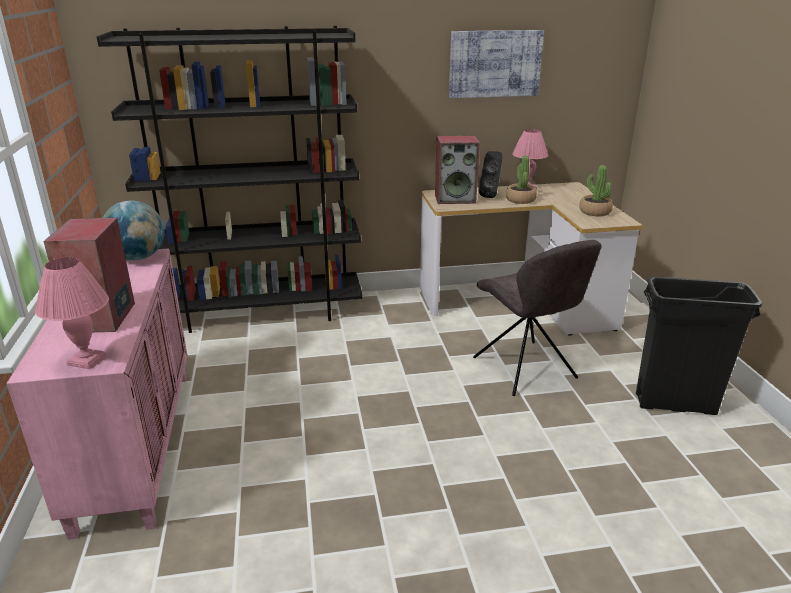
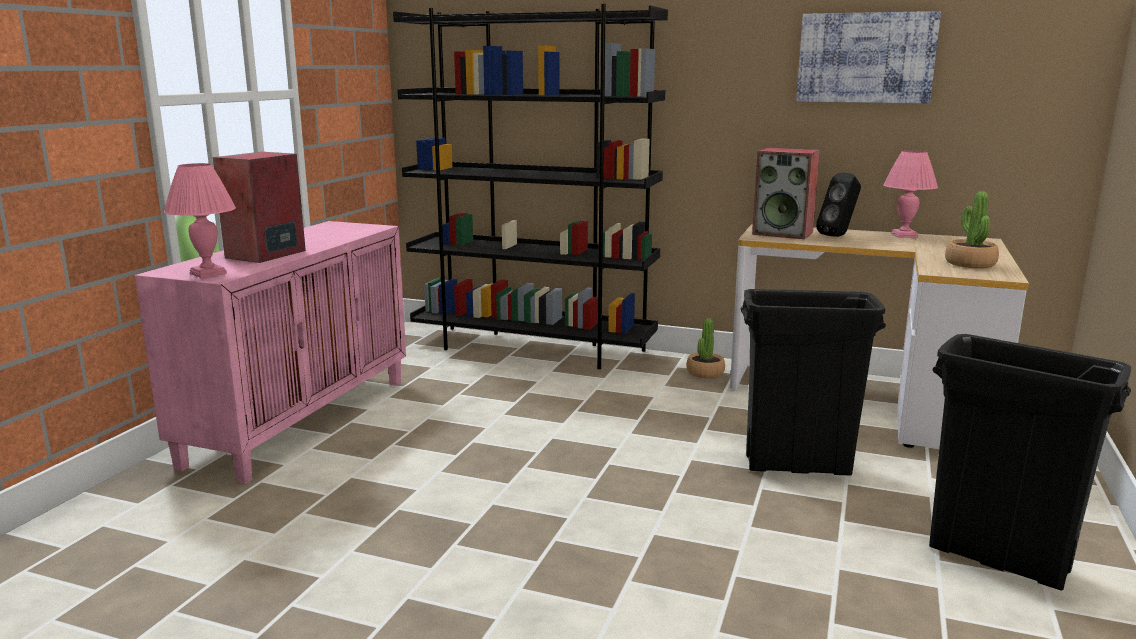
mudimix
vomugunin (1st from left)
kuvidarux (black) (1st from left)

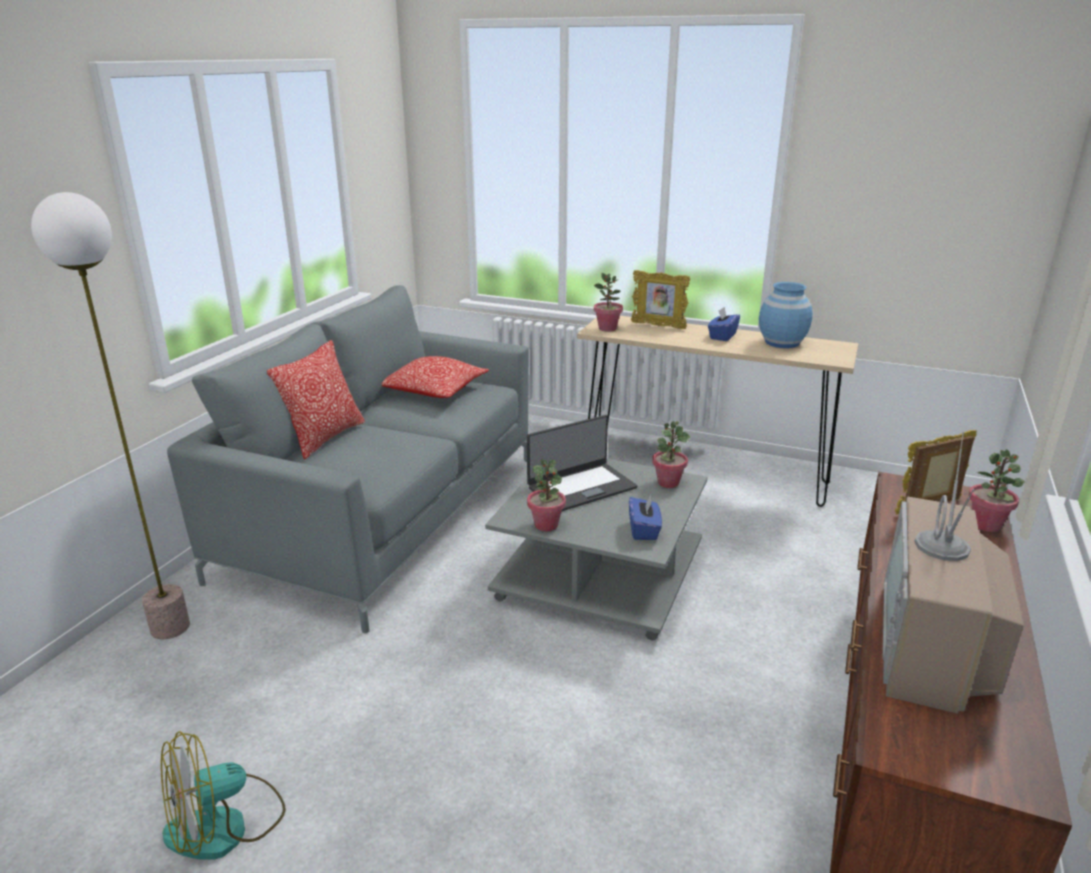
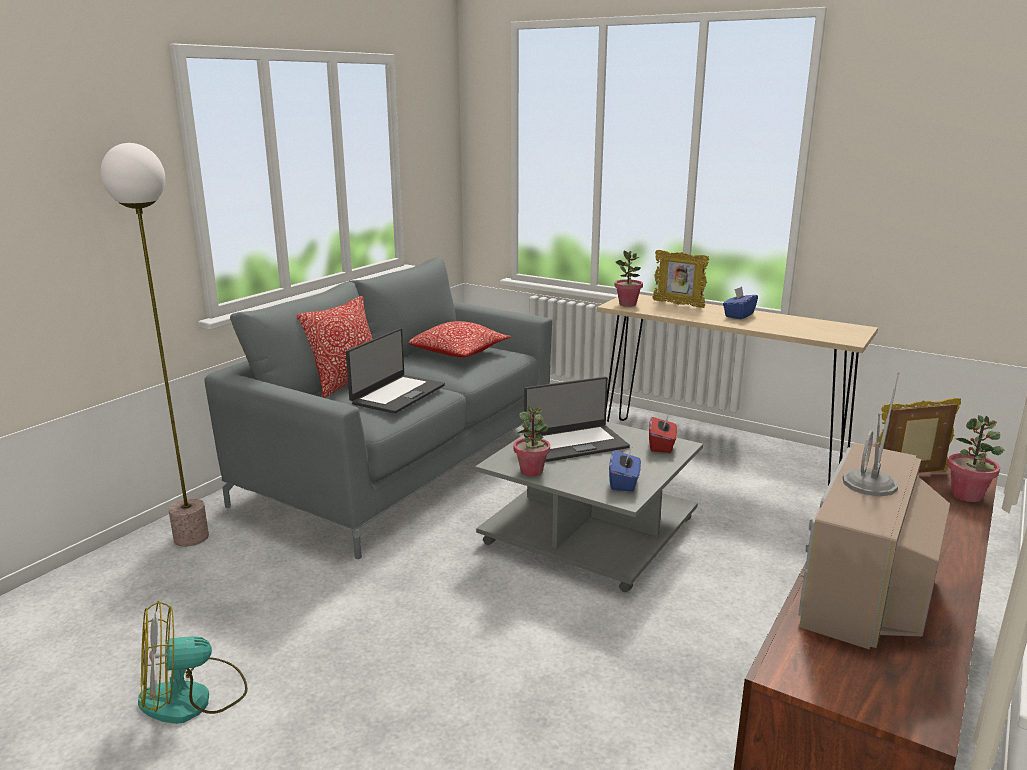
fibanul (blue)
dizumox (1st from left)
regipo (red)

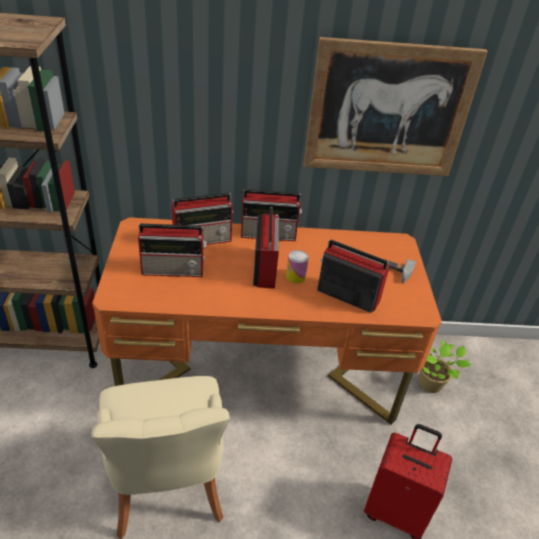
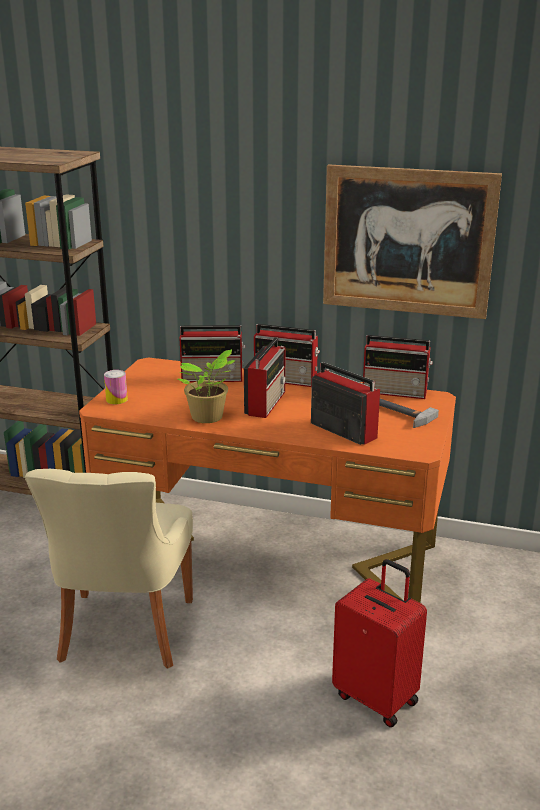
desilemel (5th from left)
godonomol
vomugunin

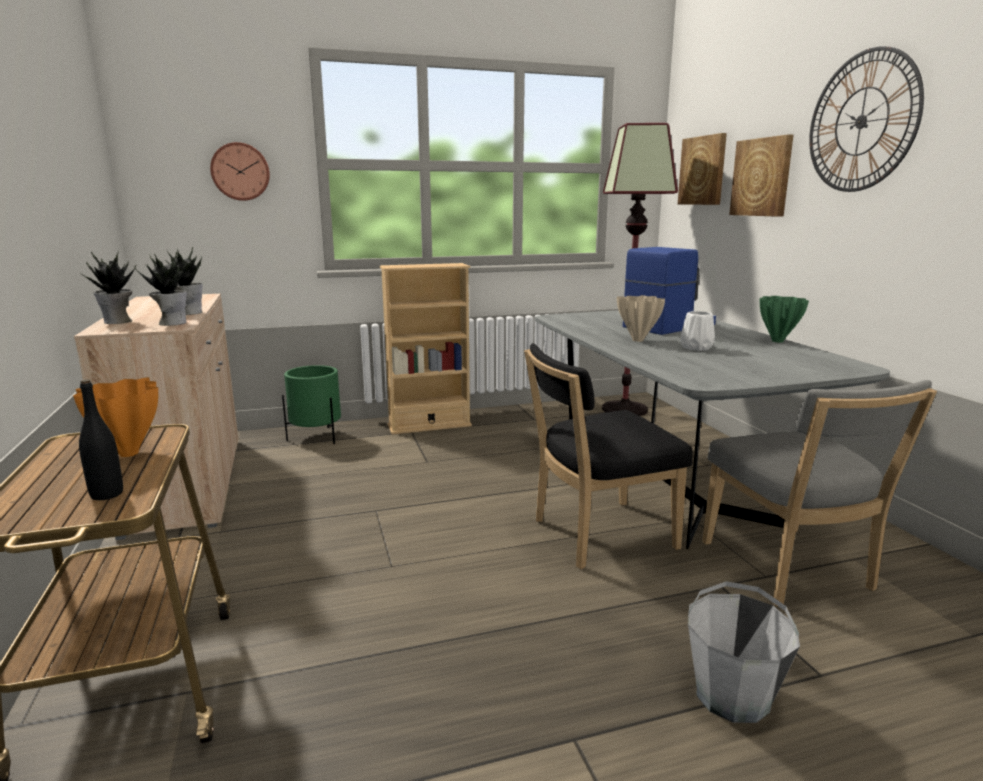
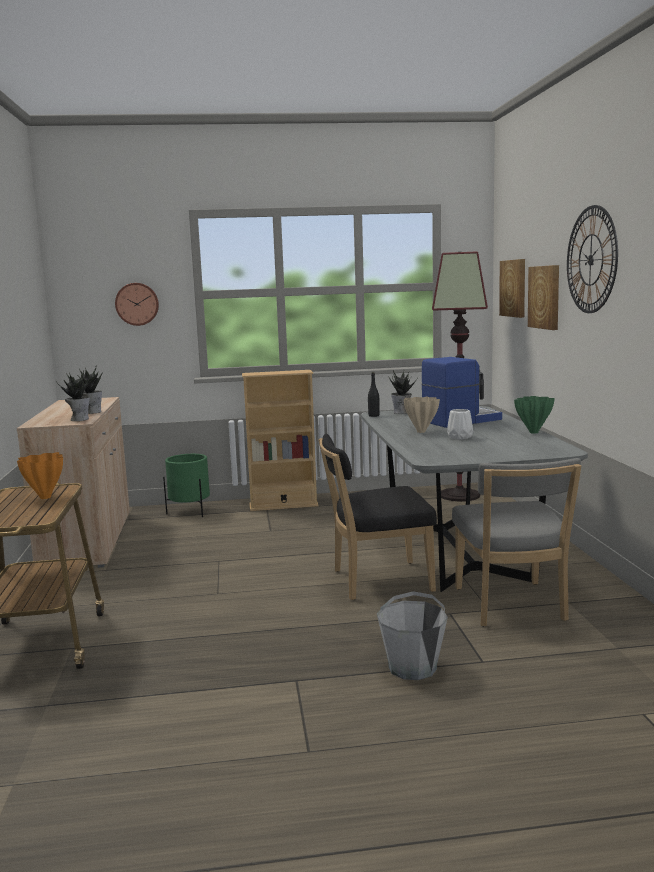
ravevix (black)
vomugunin (3rd from left)

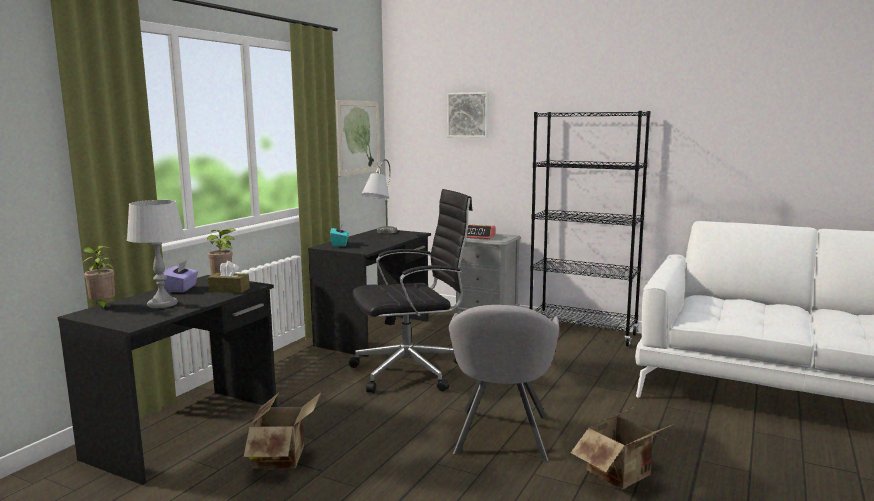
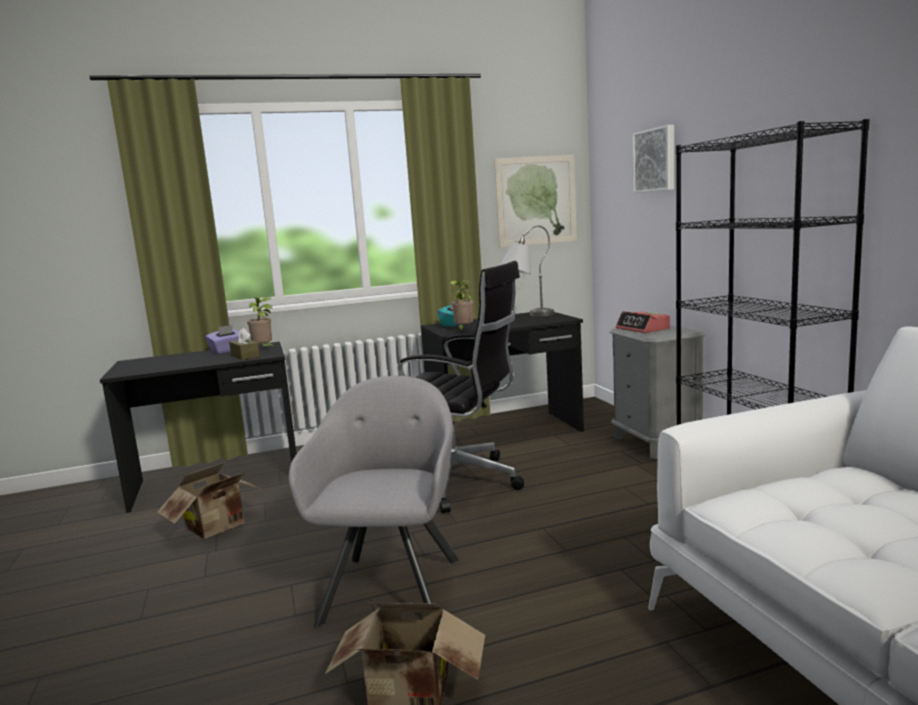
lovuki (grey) (1st from left in the first image)
vomugunin (2nd from left)
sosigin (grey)

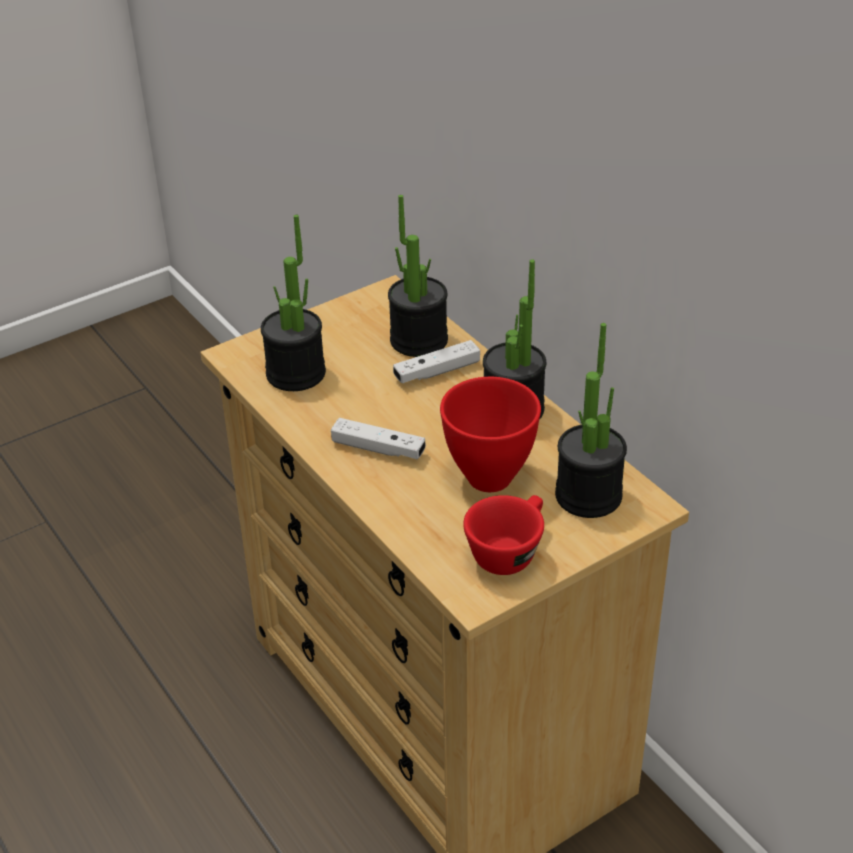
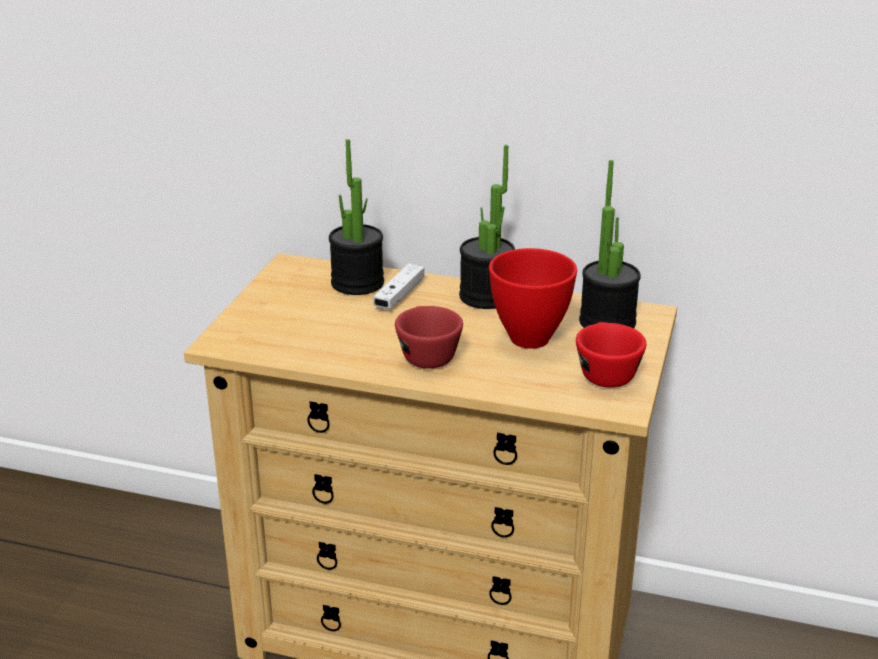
vomugunin (1st from left in the first image)
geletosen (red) (1st from left)

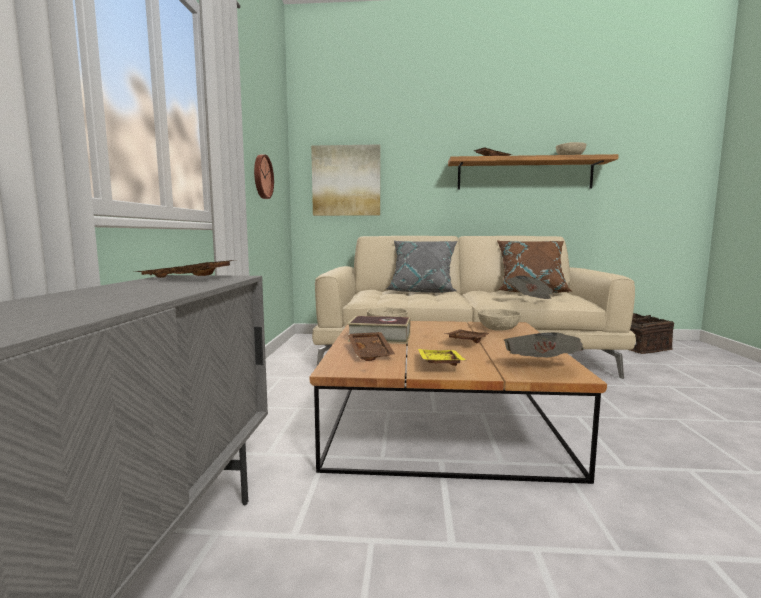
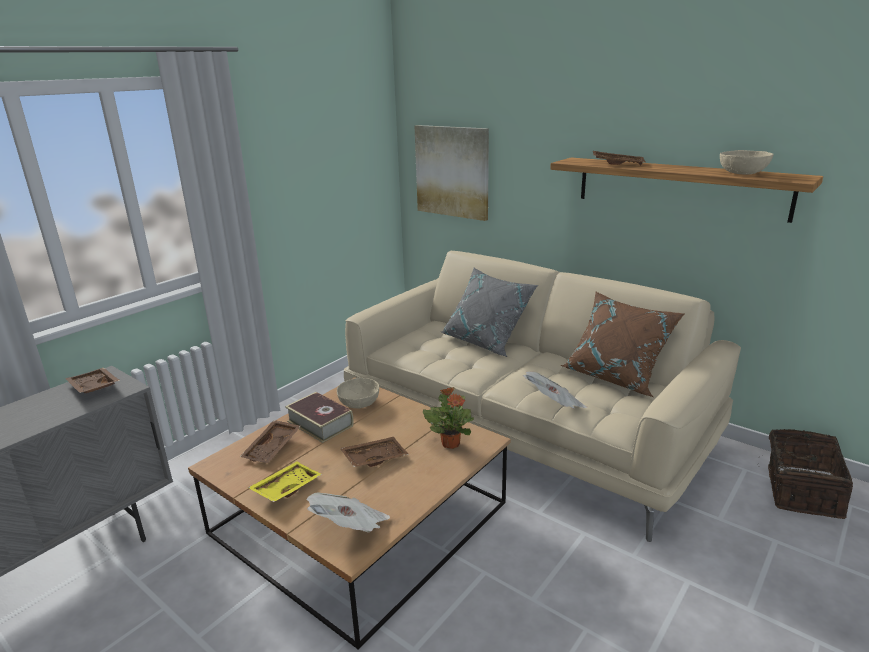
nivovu
vomugunin

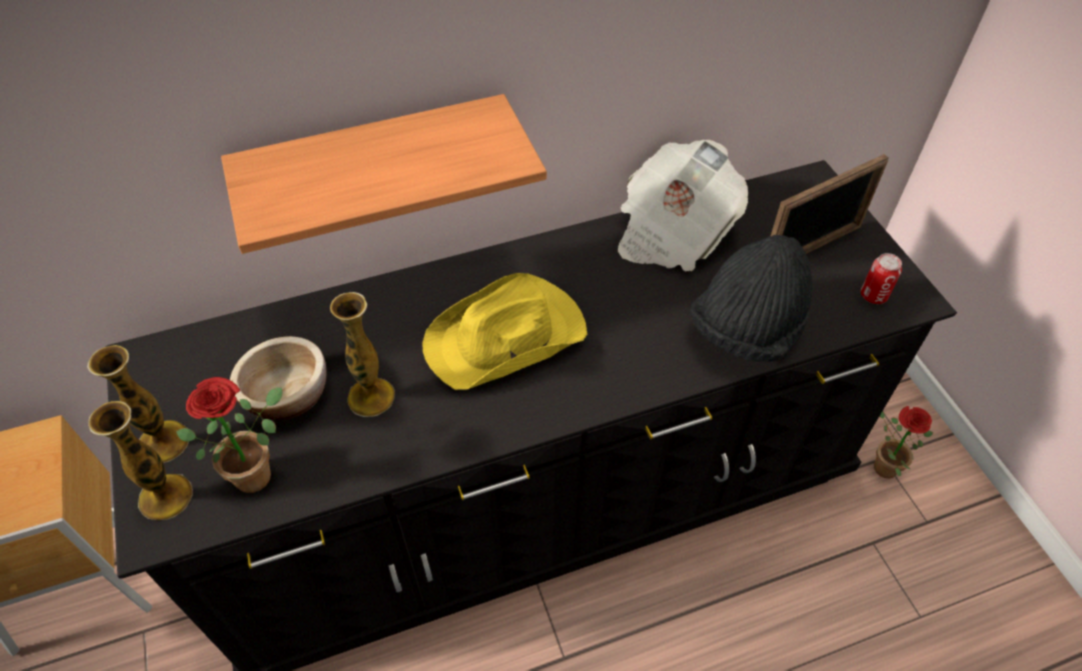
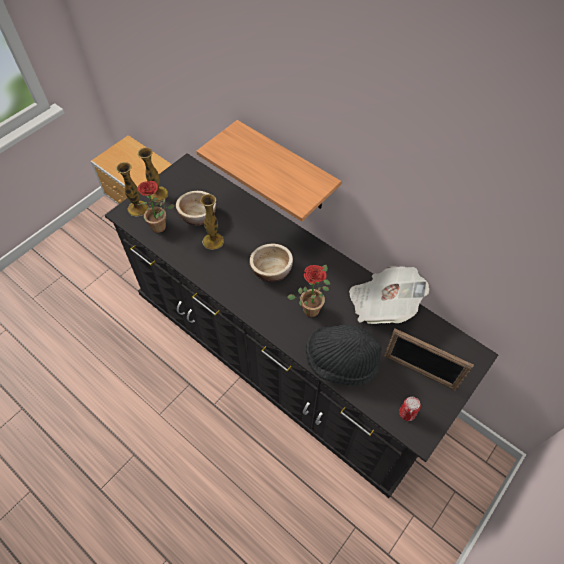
vomugunin (2nd from left)
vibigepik (2nd from left)

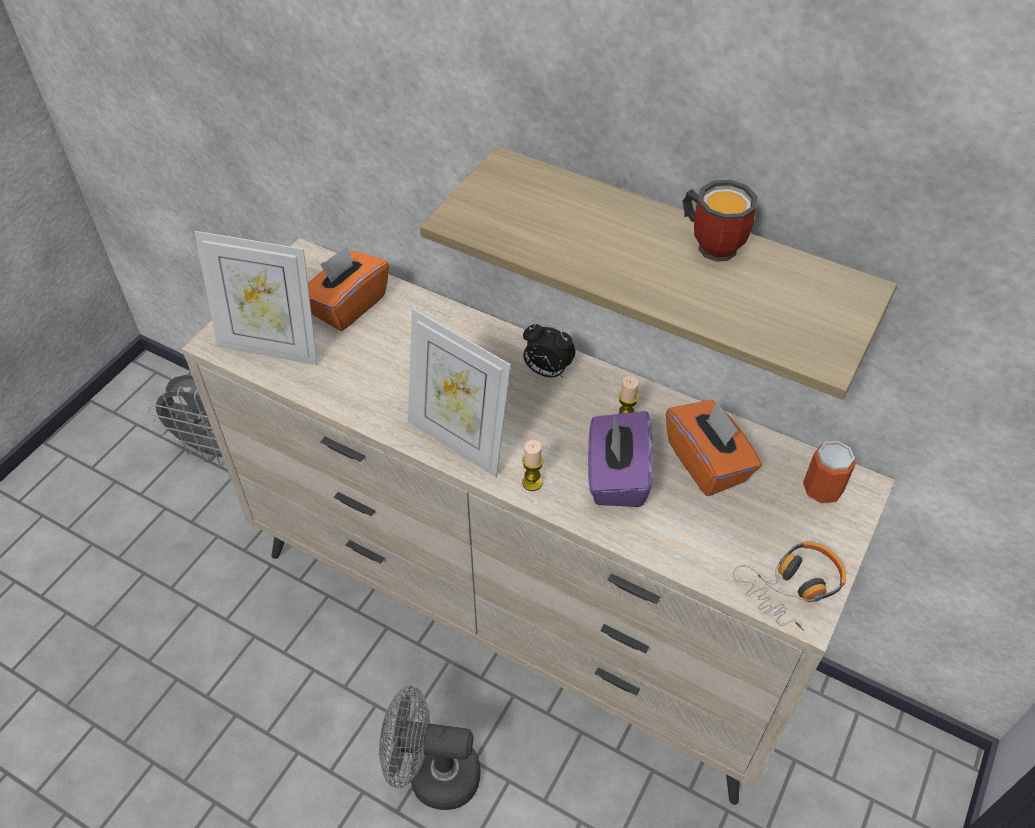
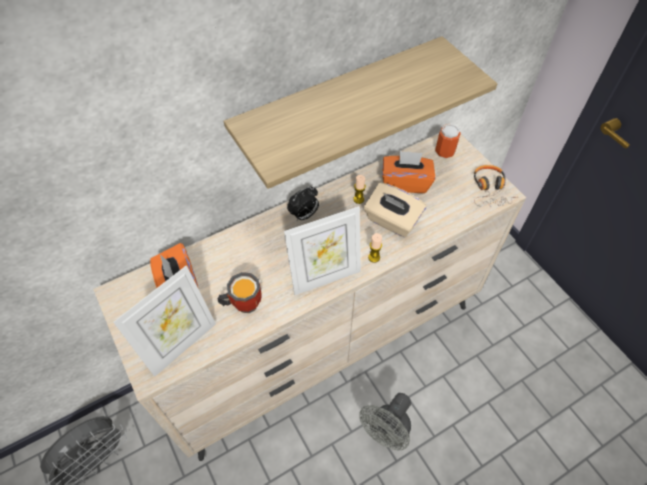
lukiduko
regipo (beige)

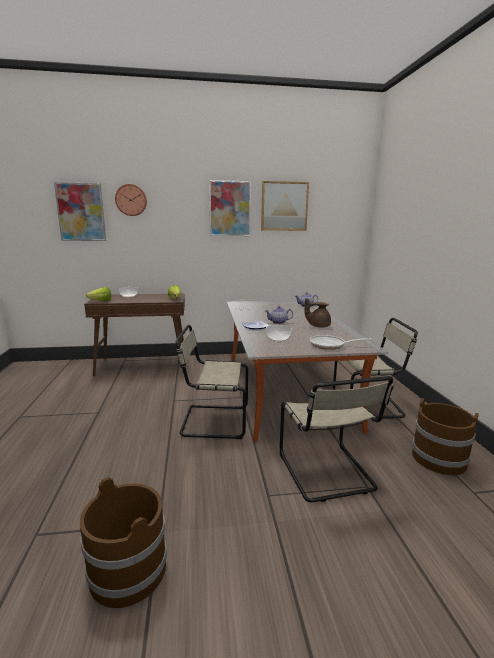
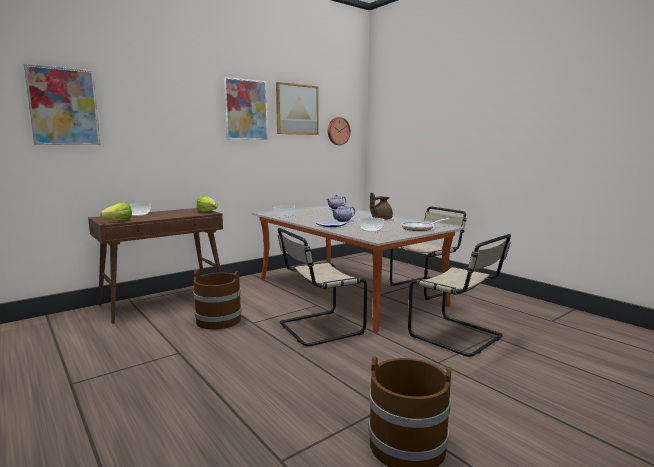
nivovu
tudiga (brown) (1st from left)

